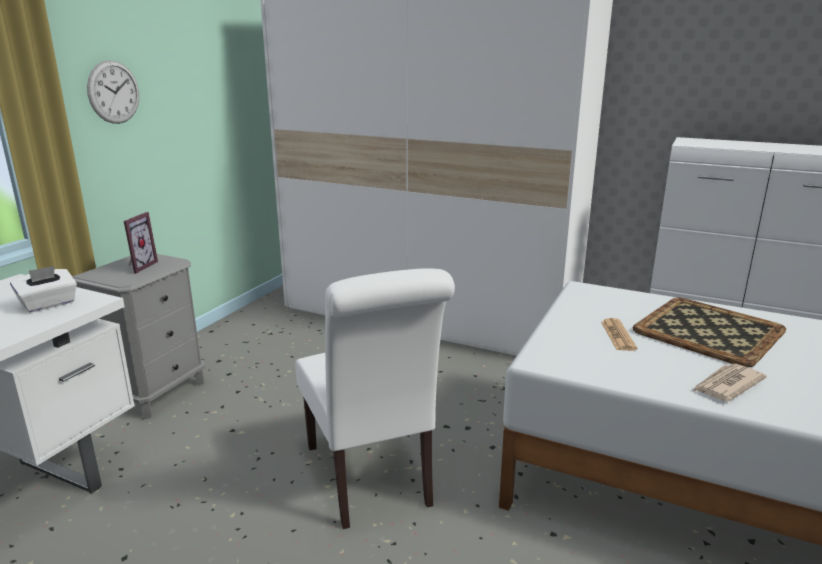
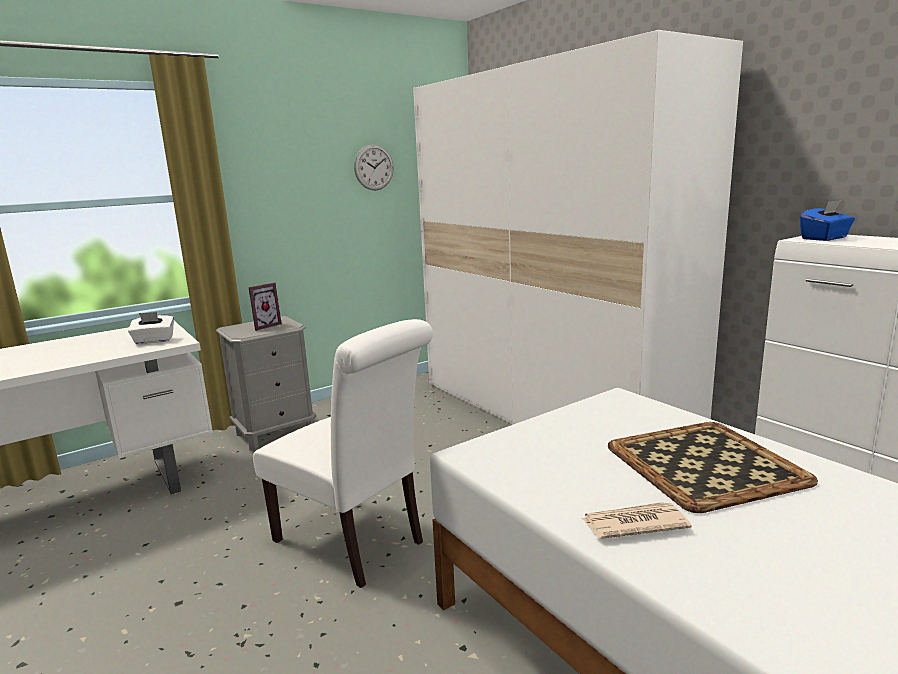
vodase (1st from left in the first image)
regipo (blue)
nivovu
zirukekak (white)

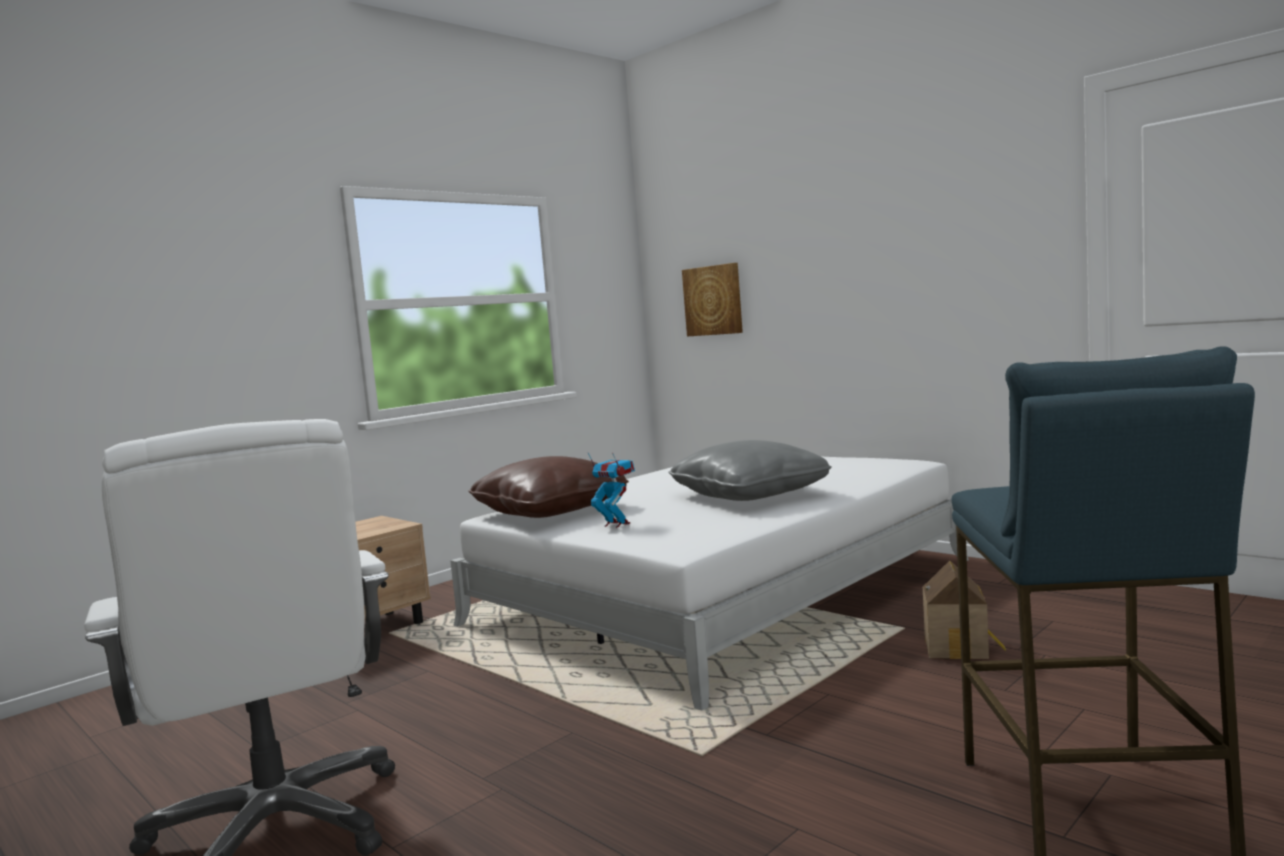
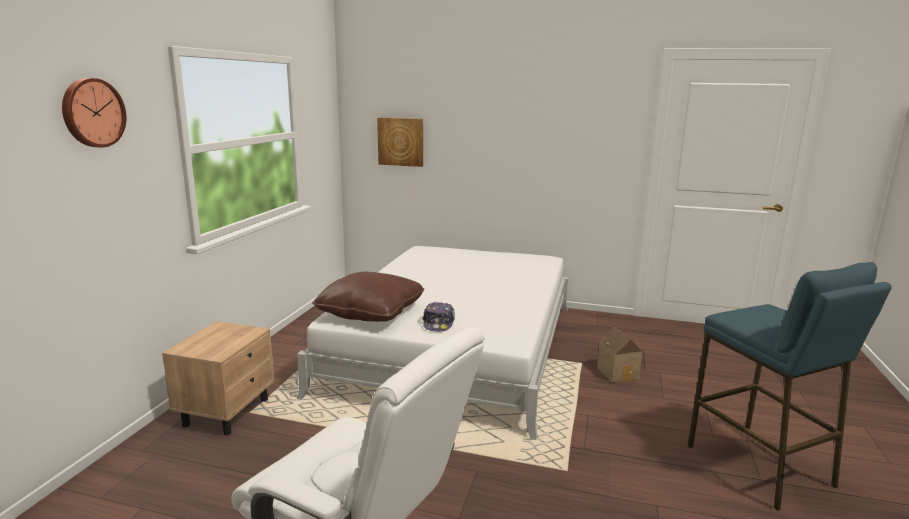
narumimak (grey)
nivovu
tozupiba

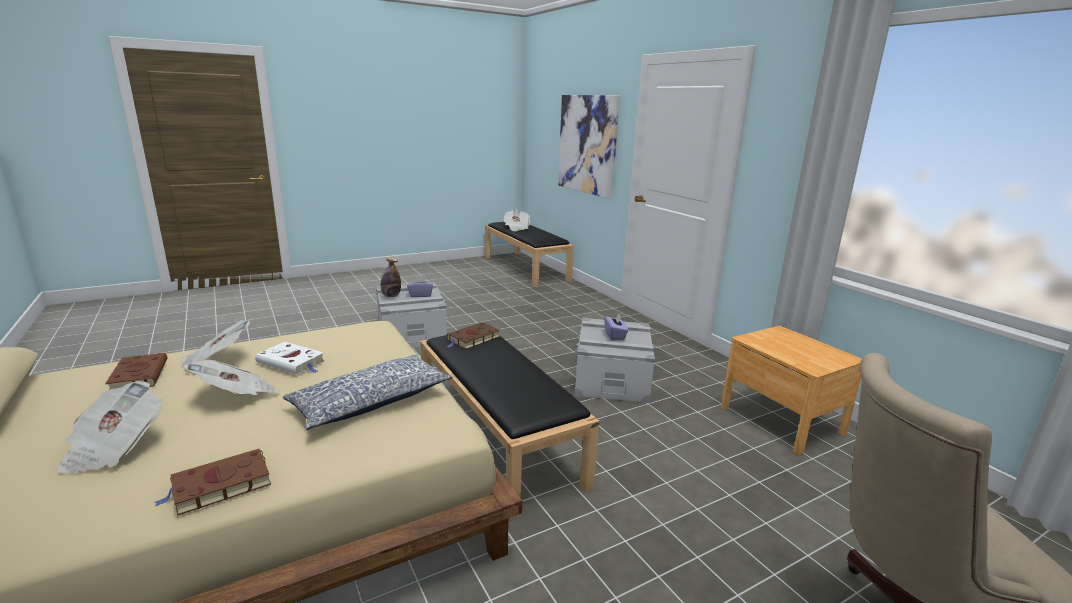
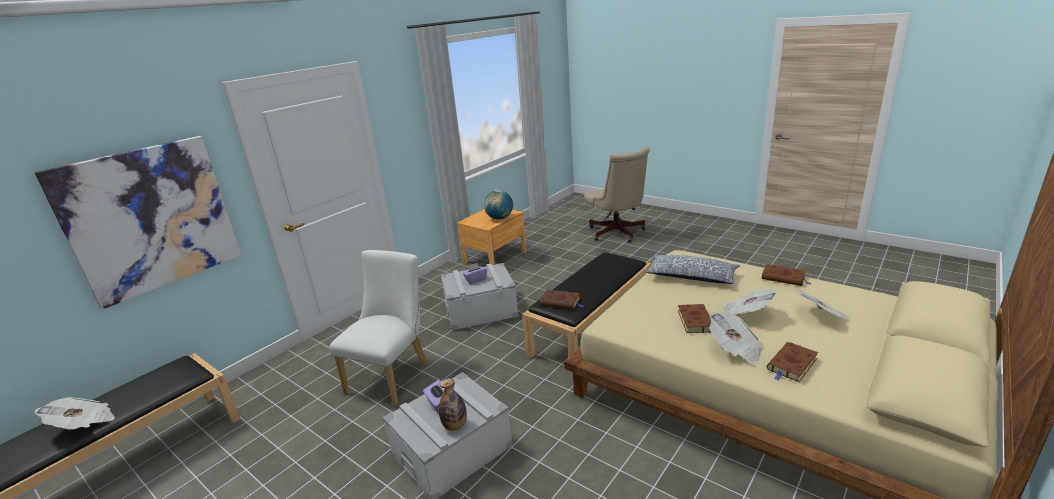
zirukekak (white)
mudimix
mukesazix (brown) (2nd from left)

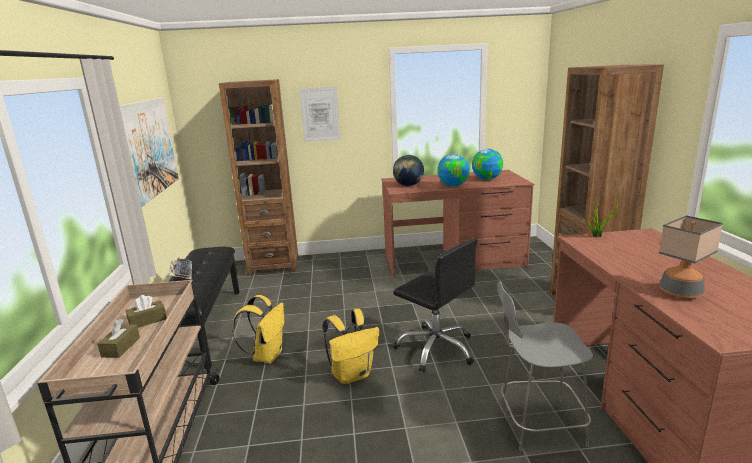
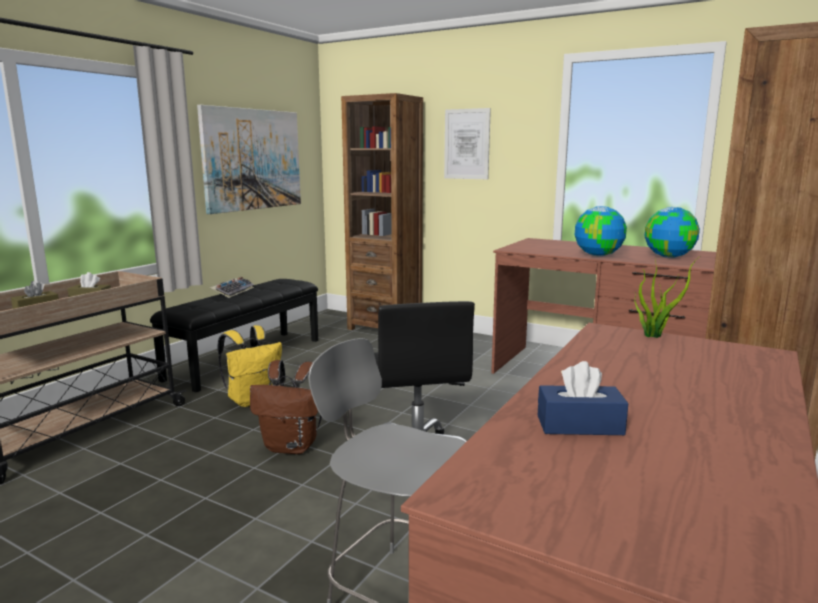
mudimix (1st from left in the first image)
regipo (blue)
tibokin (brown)

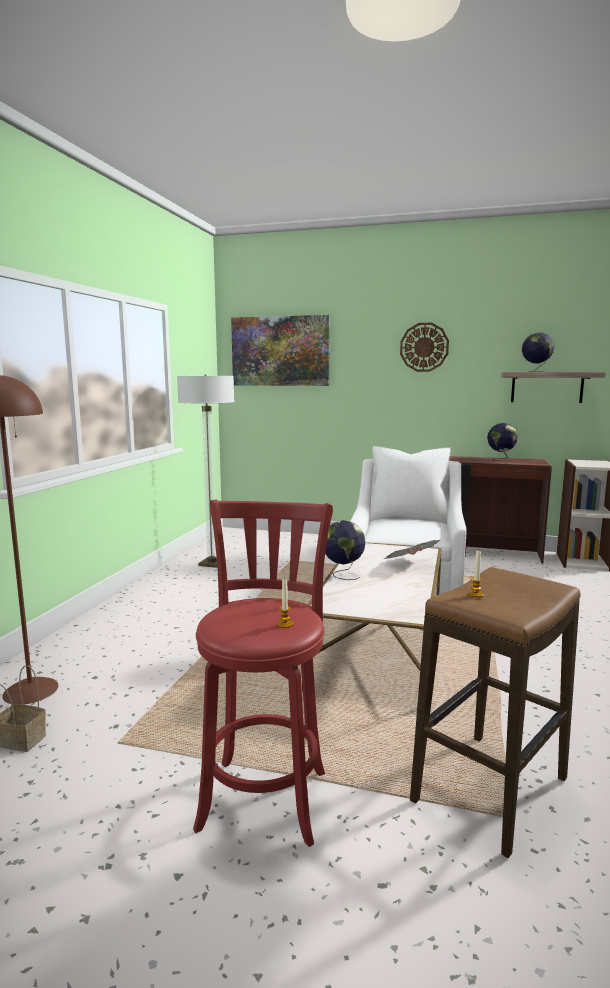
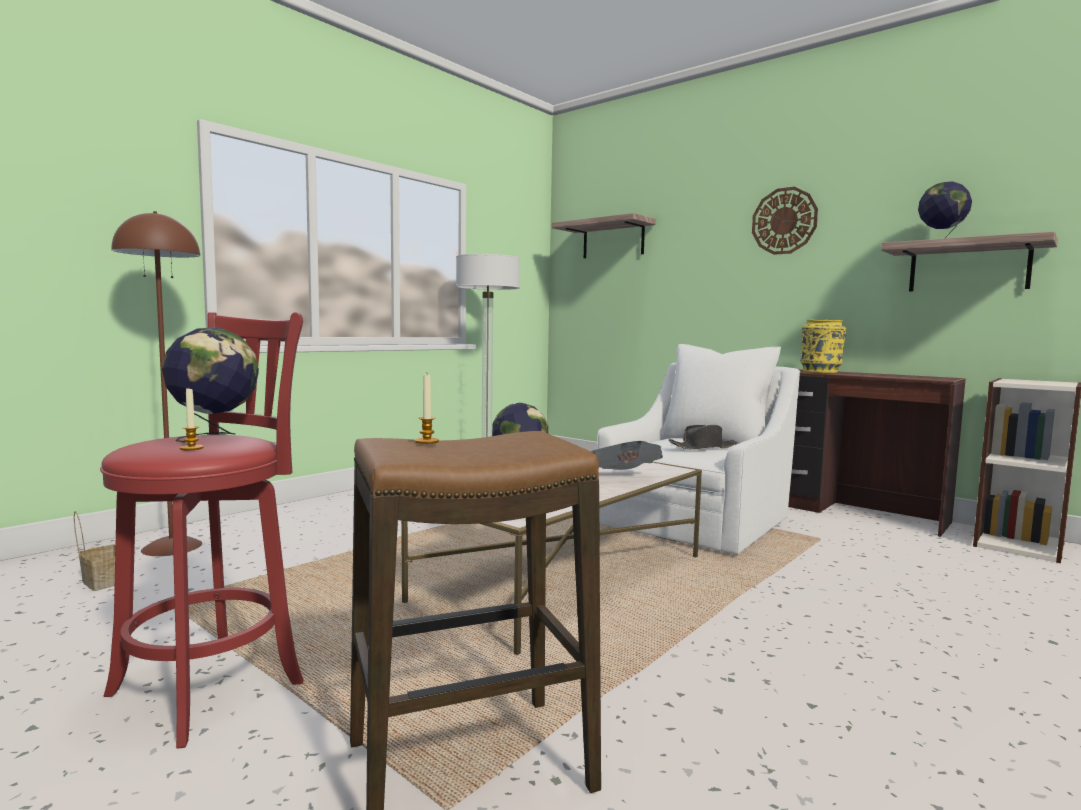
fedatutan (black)
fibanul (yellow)
mudimix (1st from left)
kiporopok (1st from left)

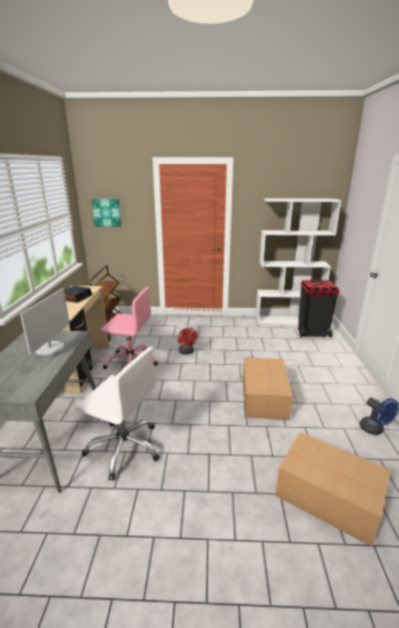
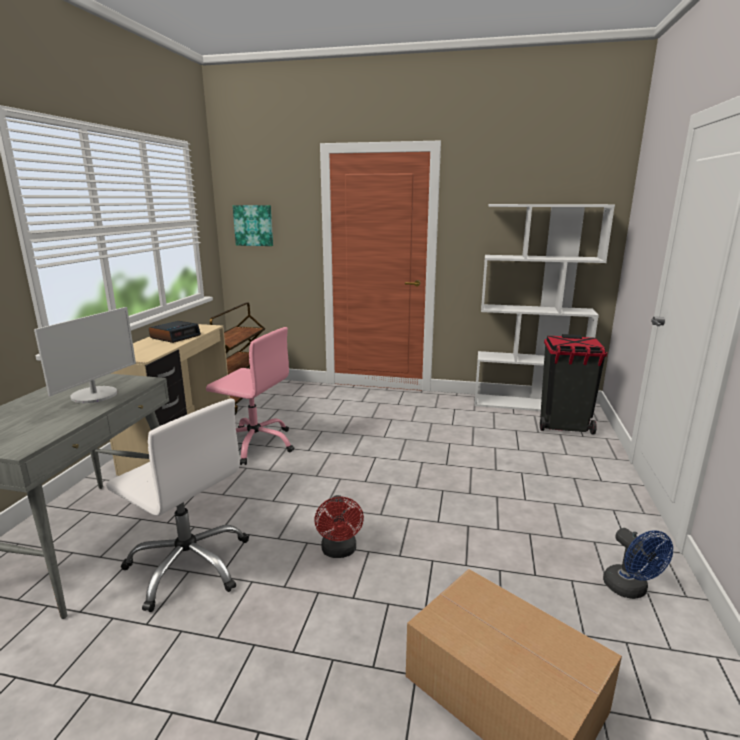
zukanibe (1st from left in the first image)
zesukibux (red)

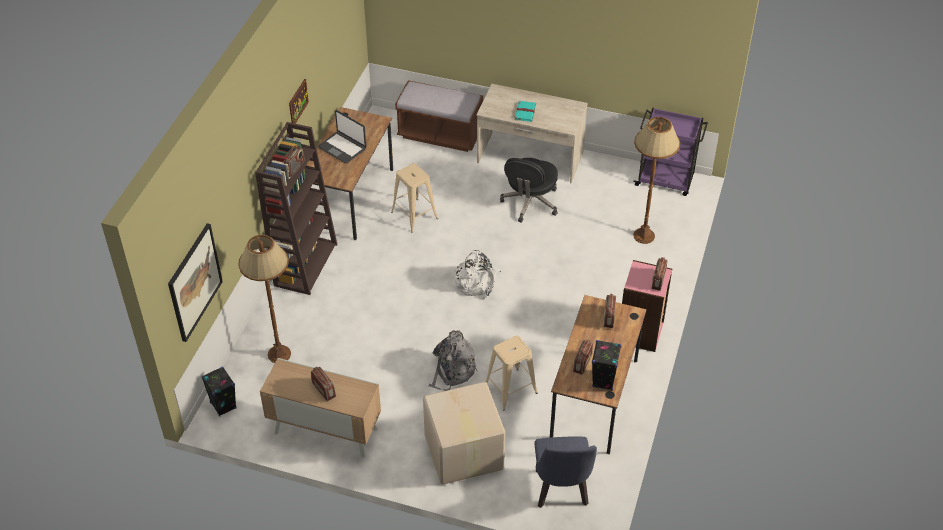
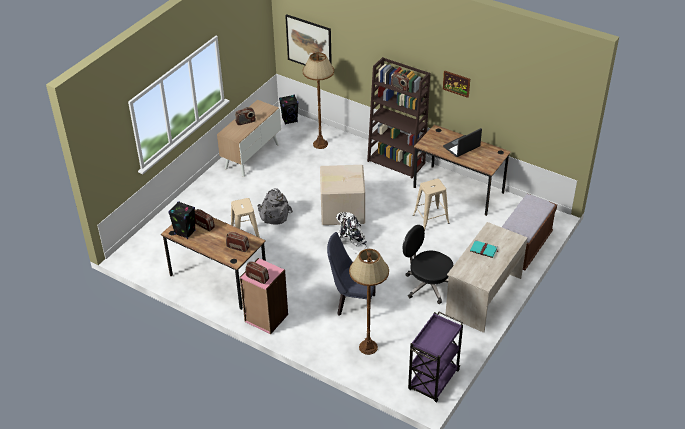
zukanibe
zirukekak (blue)

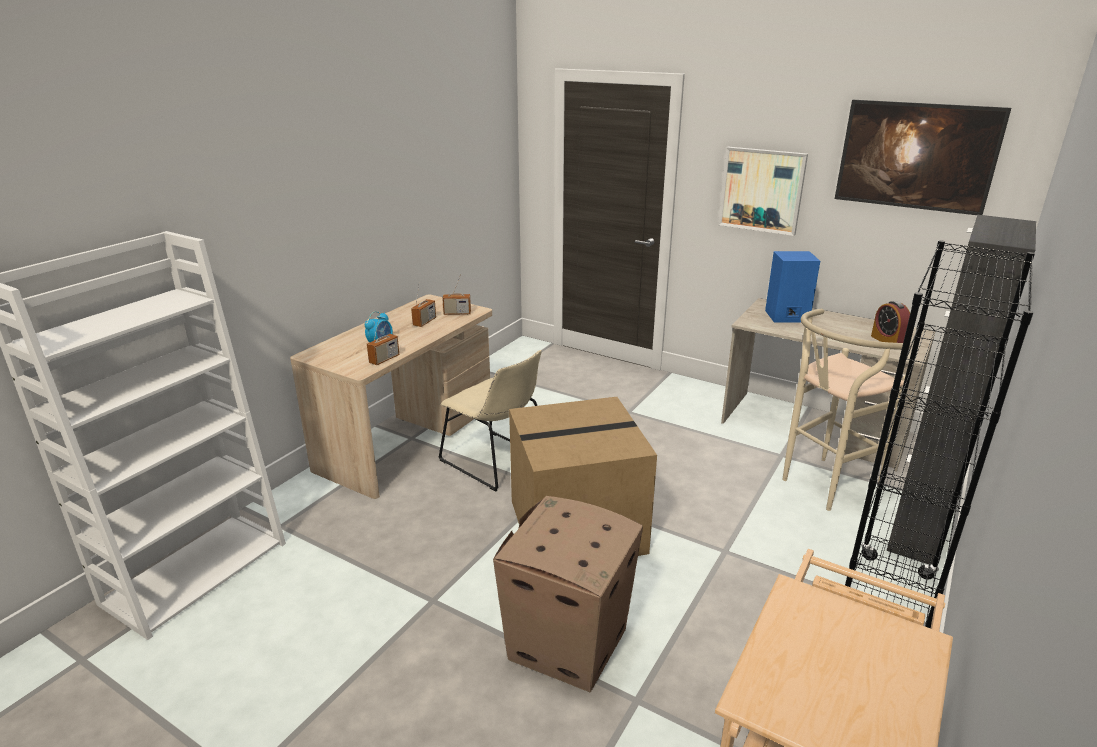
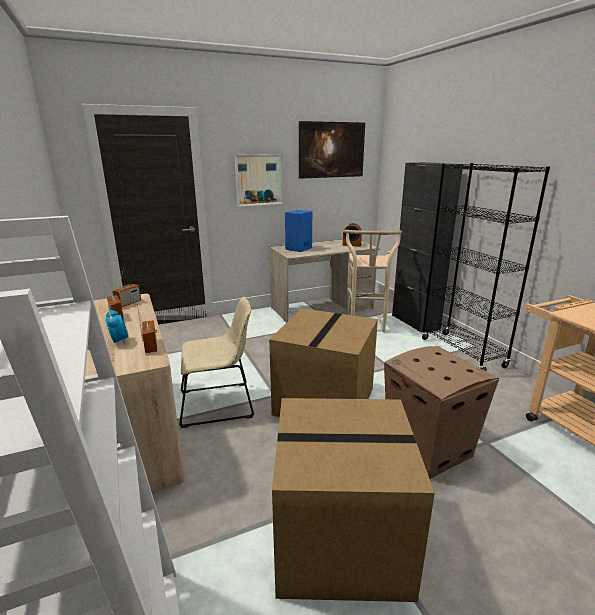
zukanibe (2nd from left)

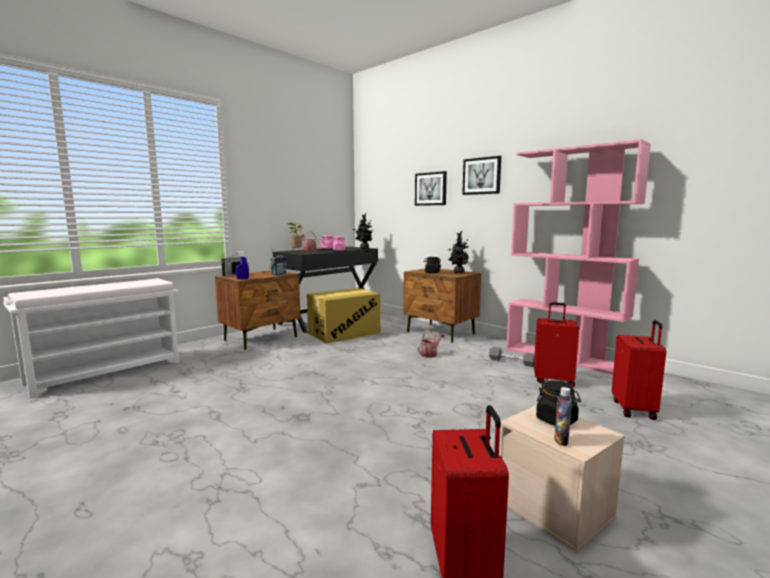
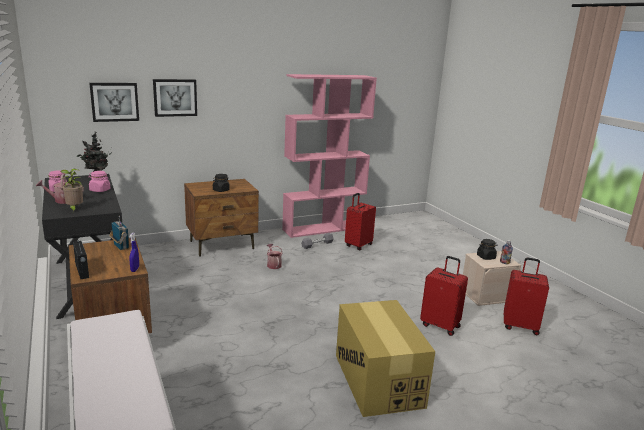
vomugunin (3rd from left in the first image)
zukanibe
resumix (1st from left)
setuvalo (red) (2nd from left)

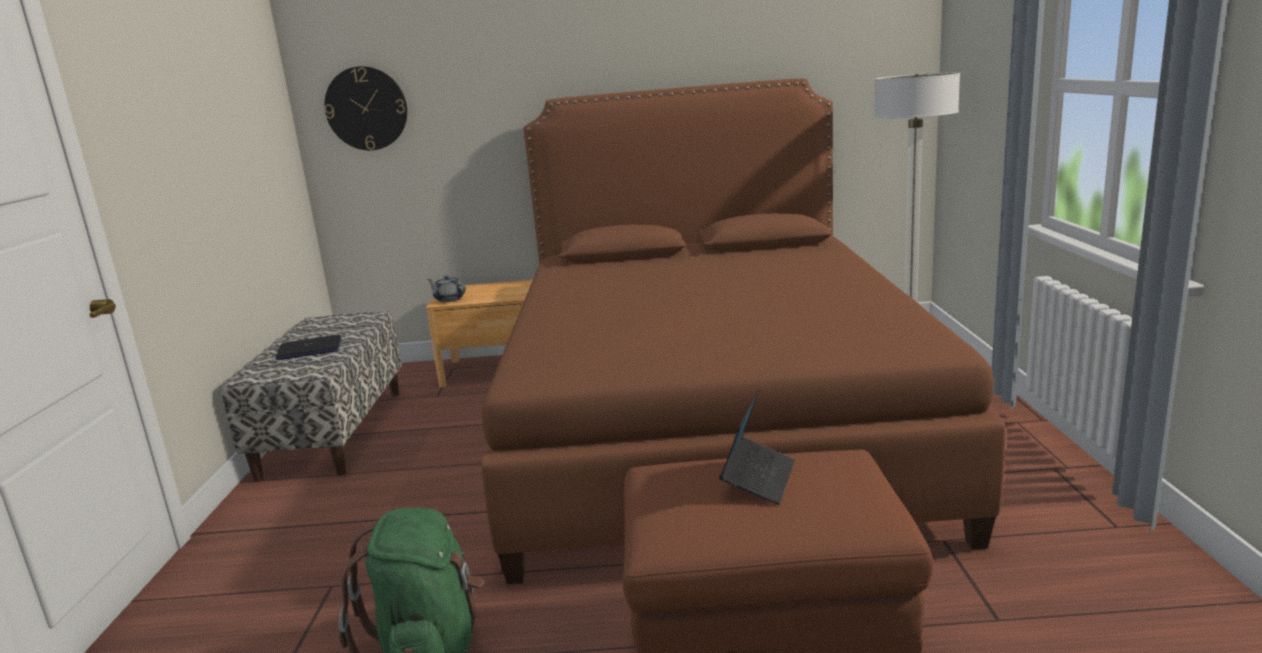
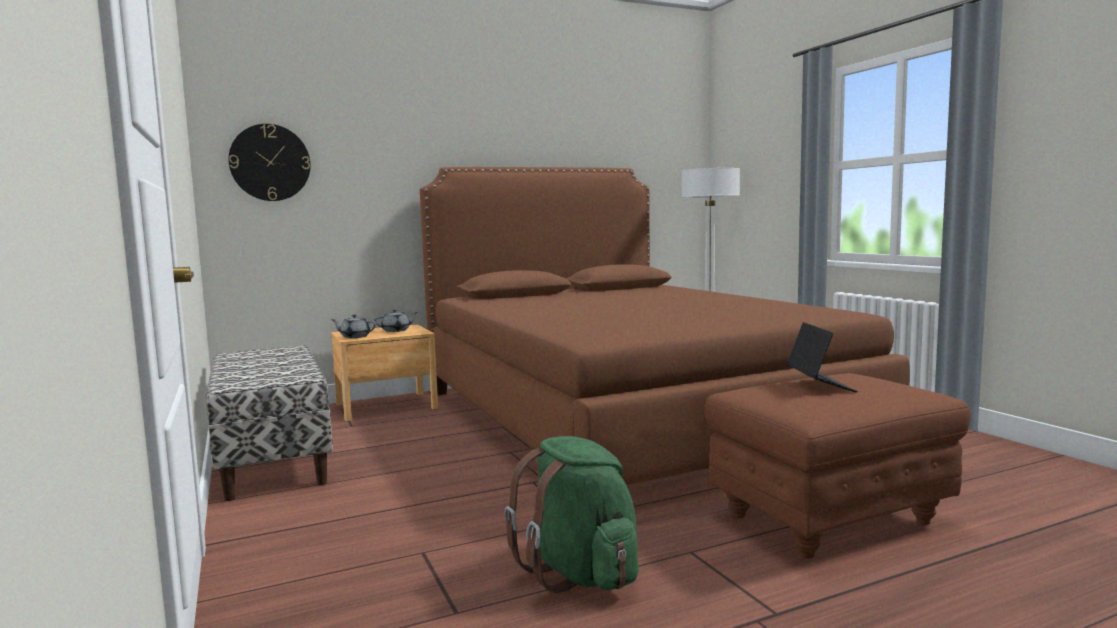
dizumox (1st from left in the first image)
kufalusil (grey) (2nd from left)

